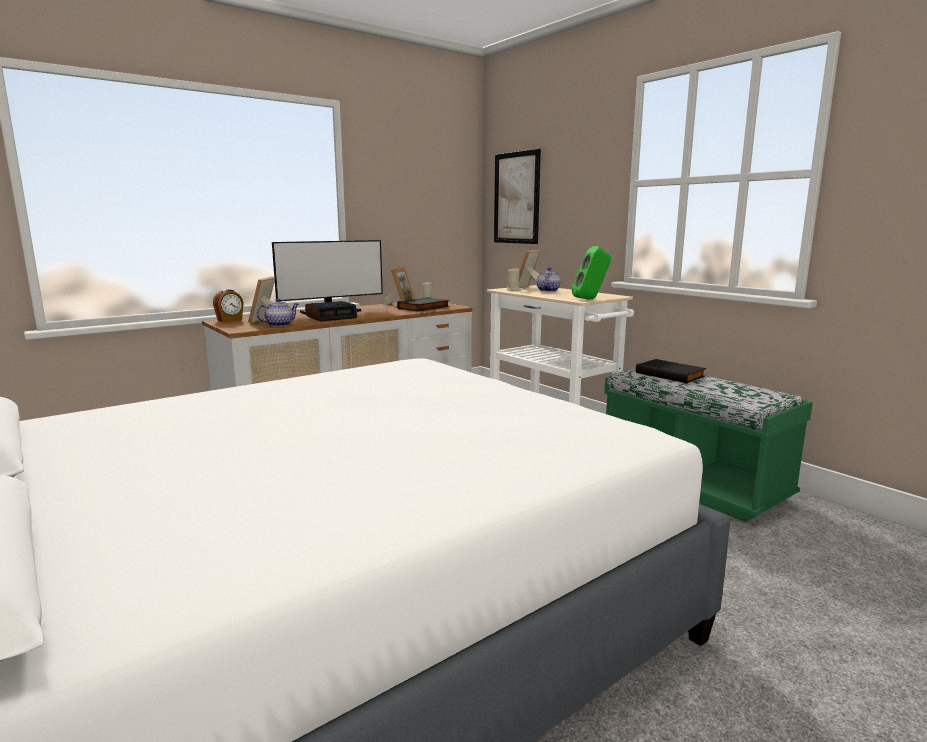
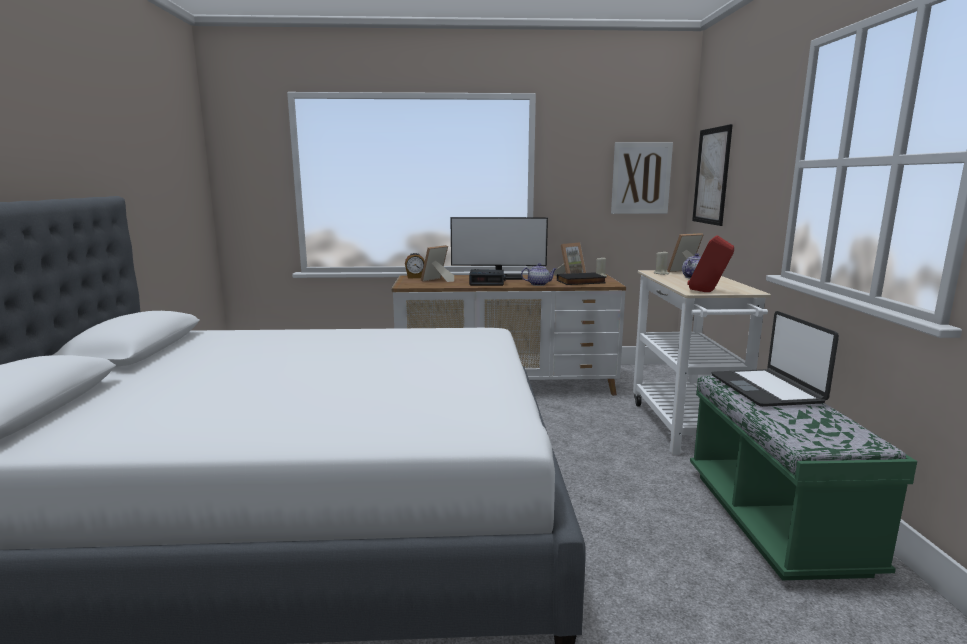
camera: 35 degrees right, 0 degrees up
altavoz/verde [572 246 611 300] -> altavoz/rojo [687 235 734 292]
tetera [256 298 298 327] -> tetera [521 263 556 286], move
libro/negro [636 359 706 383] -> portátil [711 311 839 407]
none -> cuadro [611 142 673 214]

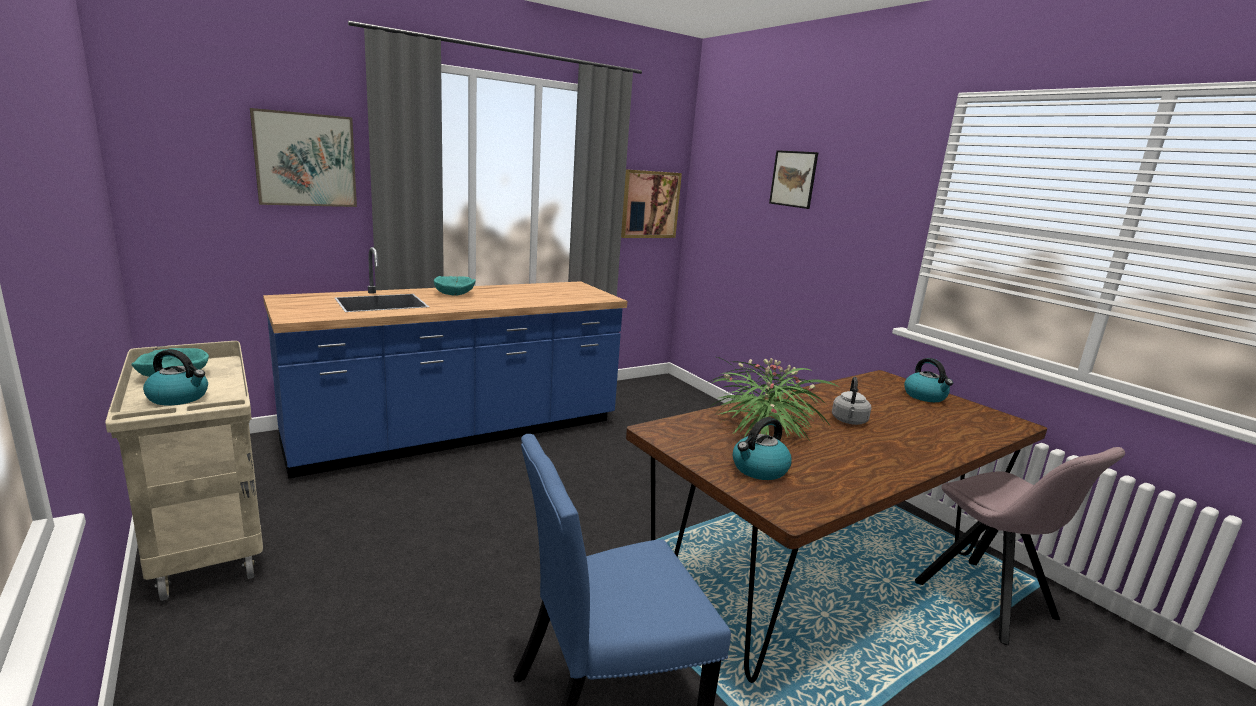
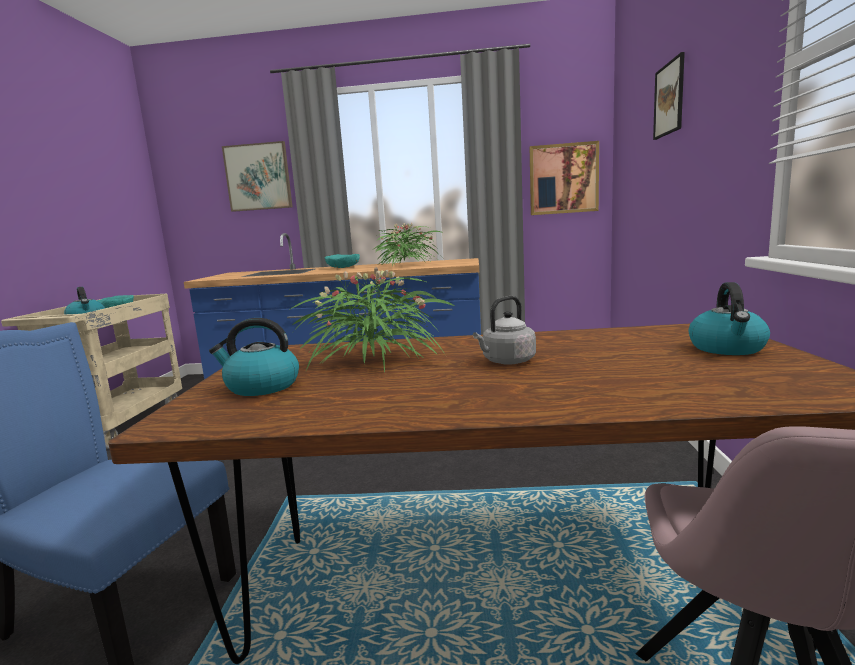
camera: 40 degrees right, 5 degrees down
none -> planta en maceta [374 223 443 267]

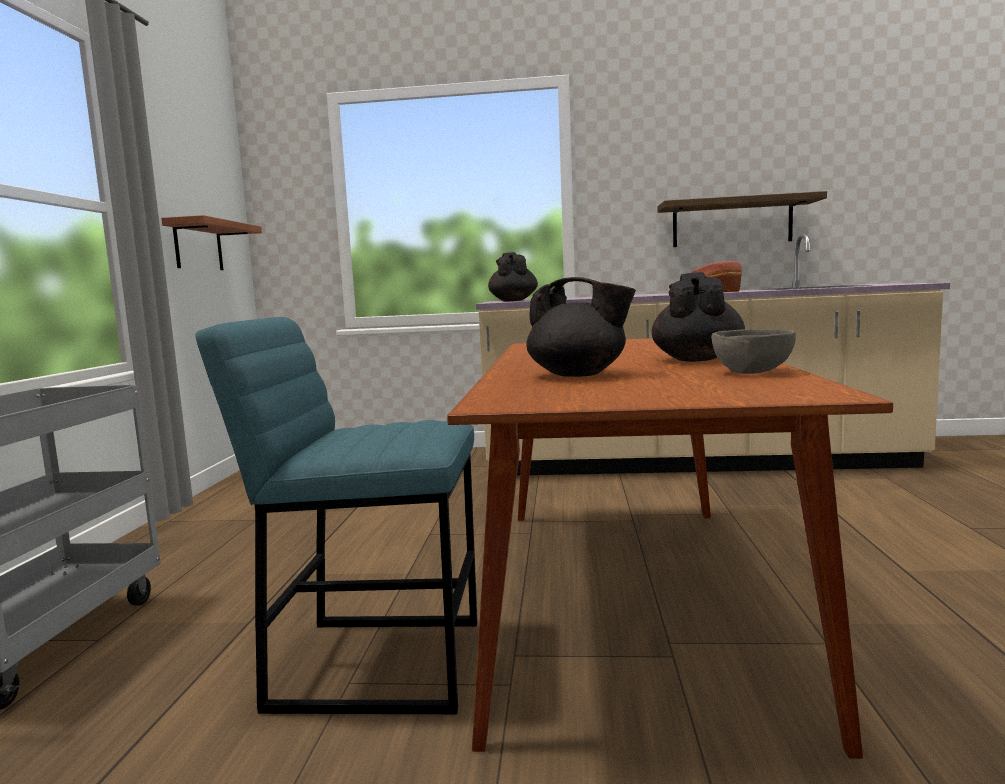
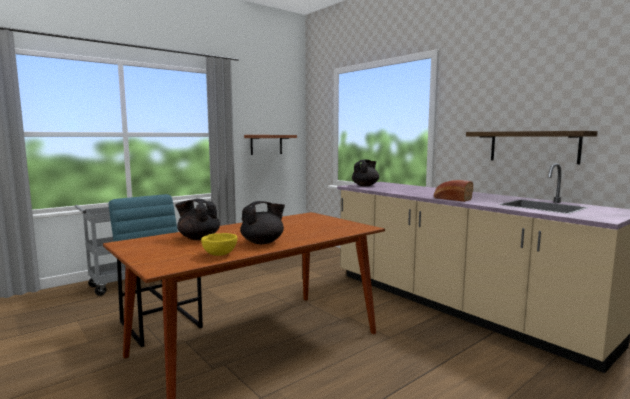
camera: 45 degrees right, 0 degrees up
tetera/negro [526 277 636 377] -> tetera/negro [175 198 220 240], 135 degrees clockwise
cuenco/gris [711 329 796 374] -> cuenco/amarillo [201 233 237 256]

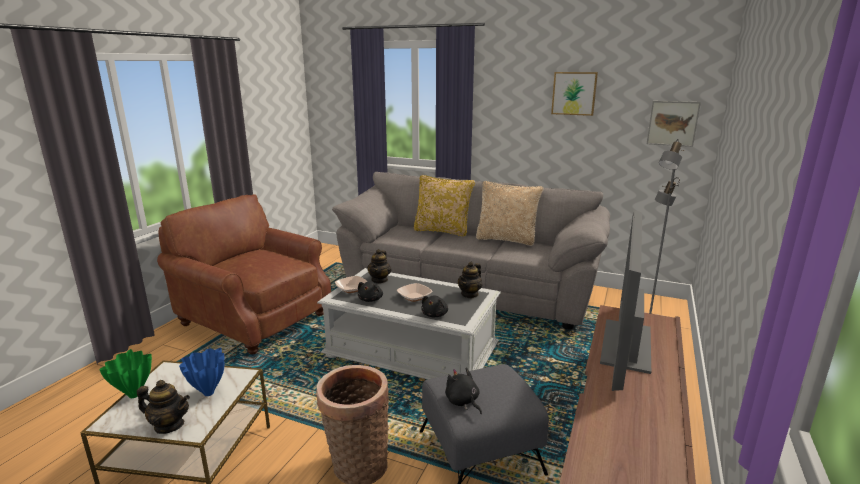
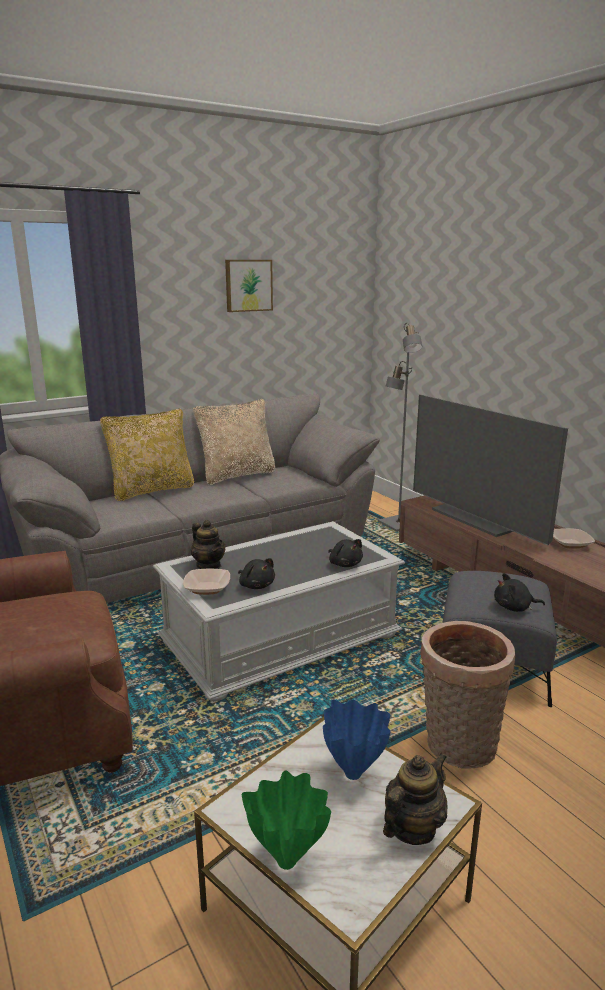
camera: 55 degrees left, 0 degrees up
cuadro [647 101 701 147] -> none
tetera [458 262 482 298] -> none
cuenco [397 283 433 302] -> cuenco [553 528 595 549], move

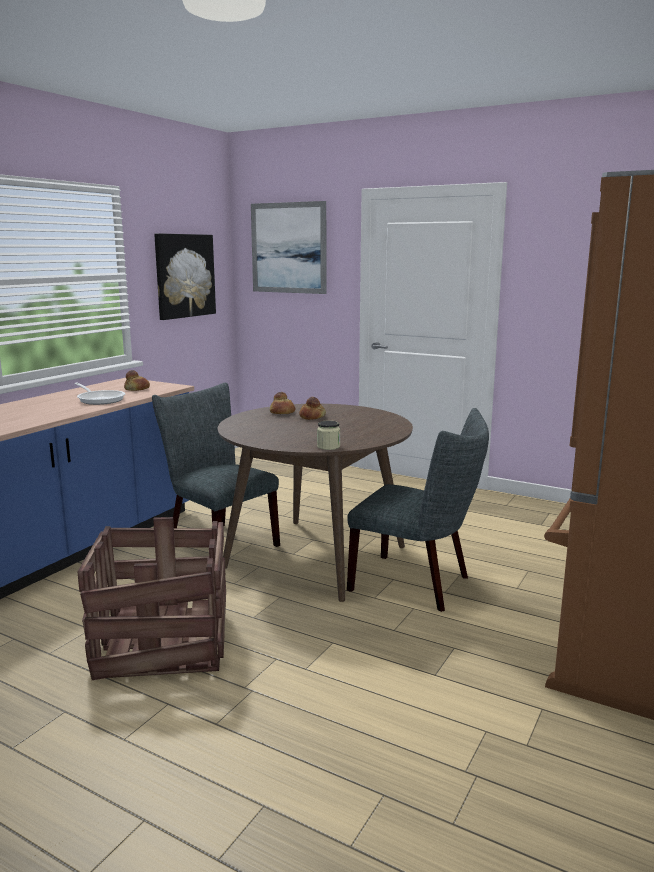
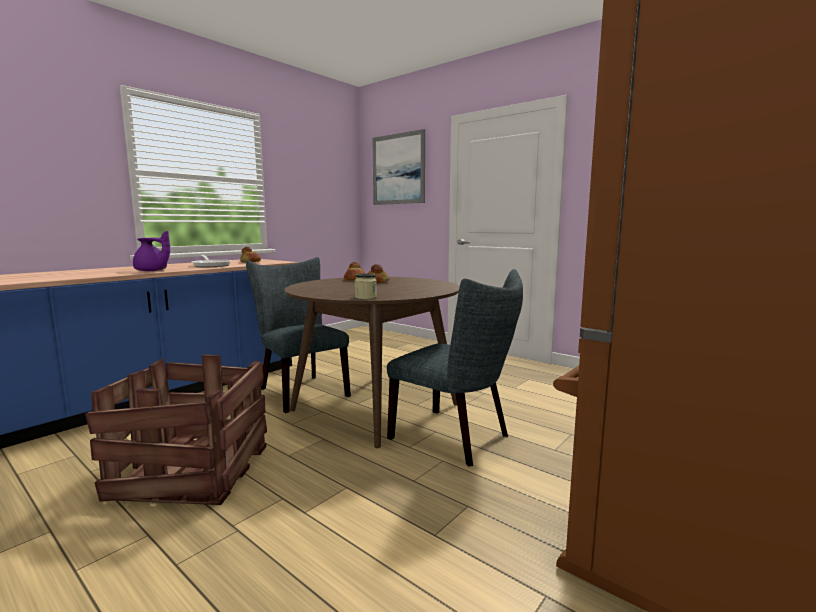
camera: 10 degrees right, 5 degrees down
cuadro [154 233 216 320] -> none
none -> tetera/morado [133 231 170 271]

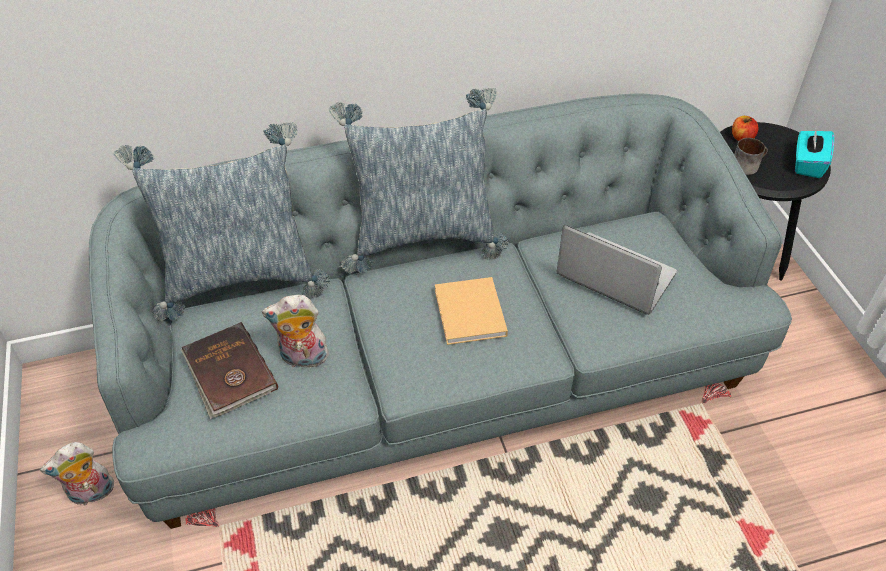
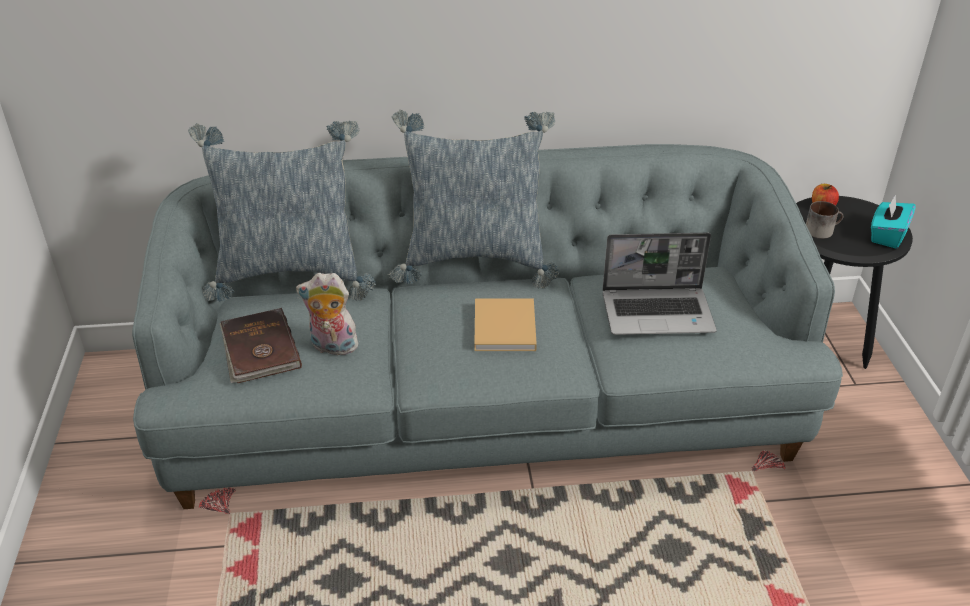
camera: 10 degrees right, 10 degrees down
portátil [556 225 677 315] -> portátil [602 233 717 335], 135 degrees clockwise
peluche [40 442 114 506] -> none

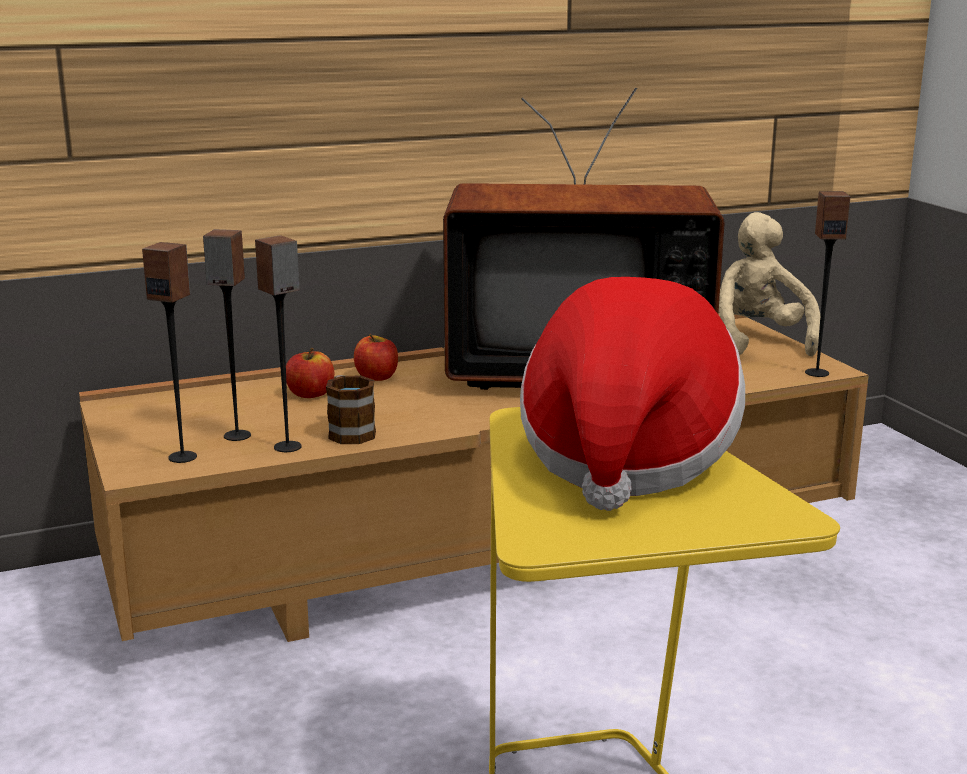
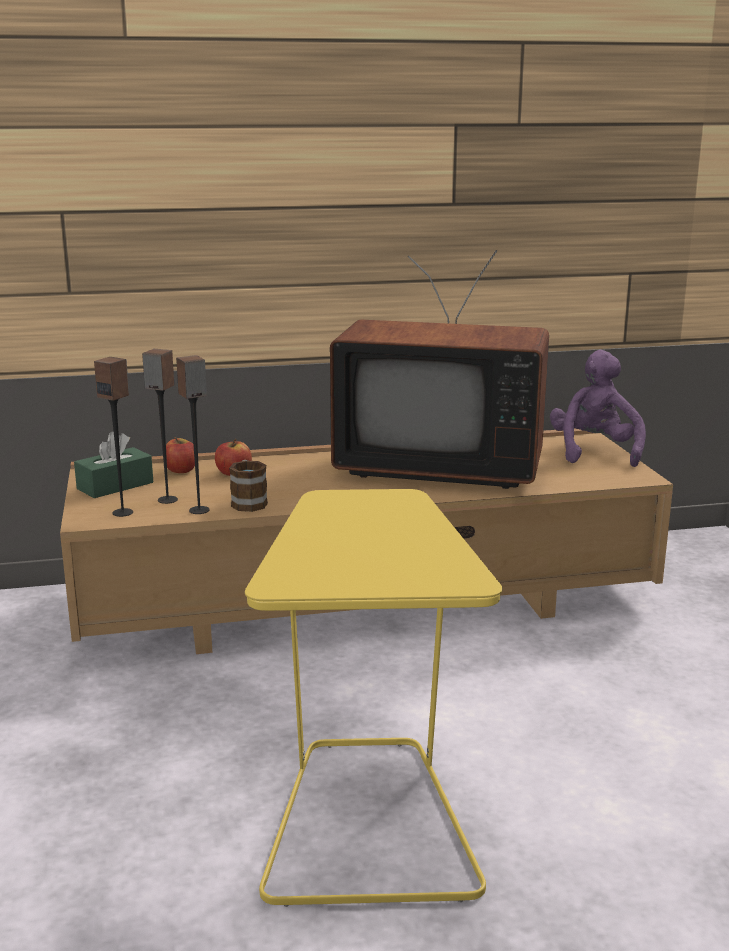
camera: 10 degrees right, 0 degrees up
altavoz [805 191 850 377] -> none
peluche/beis [719 212 820 357] -> peluche/morado [550 350 646 467]
sombrero [520 277 745 511] -> none
manzana [354 334 398 381] -> manzana [166 437 195 473], move
none -> caja de pañuelos/verde [74 431 153 498]

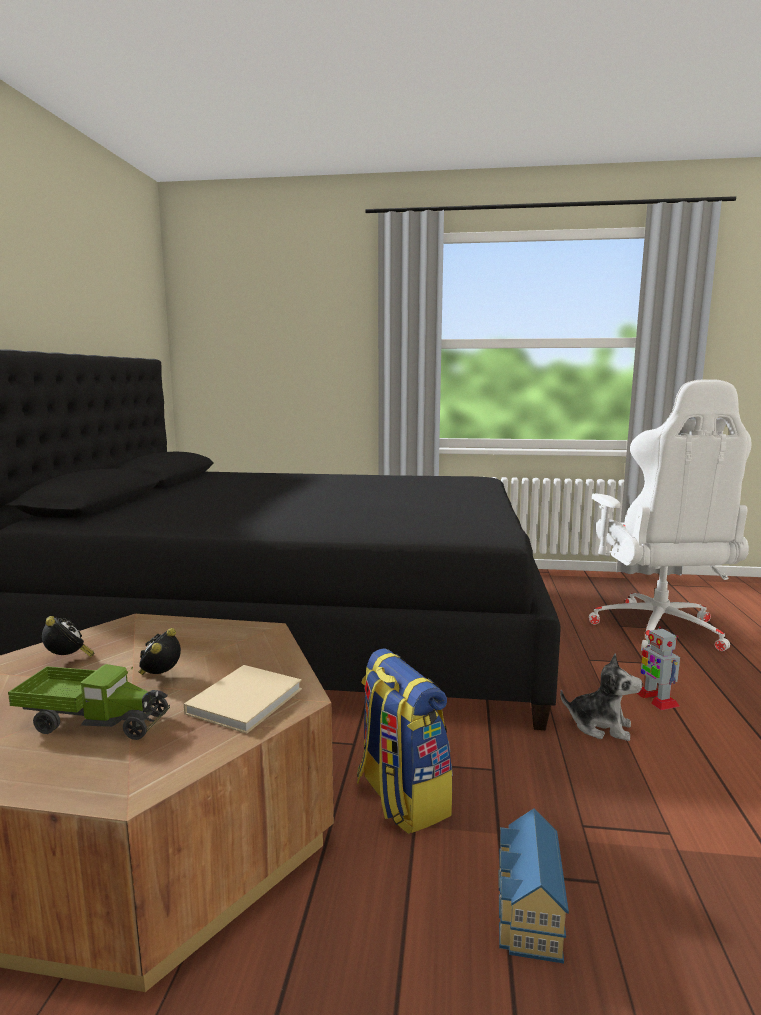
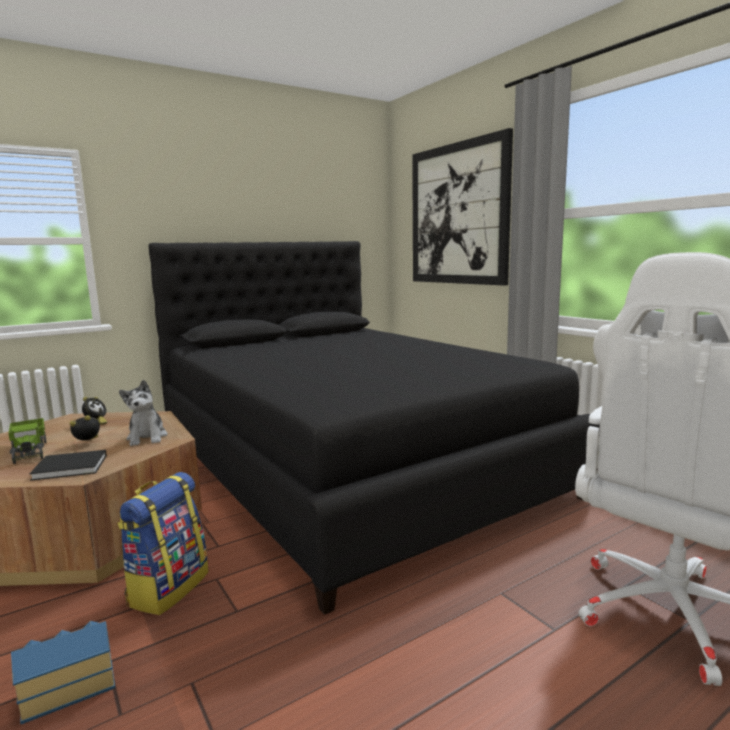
camera: 50 degrees right, 0 degrees up
robot de juguete [637 626 680 710] -> none
peluche [560 653 643 741] -> peluche [119 380 167 446], move
libro/beis [184 665 302 734] -> libro/negro [29 450 107 481]
none -> cuadro [412 128 513 286]

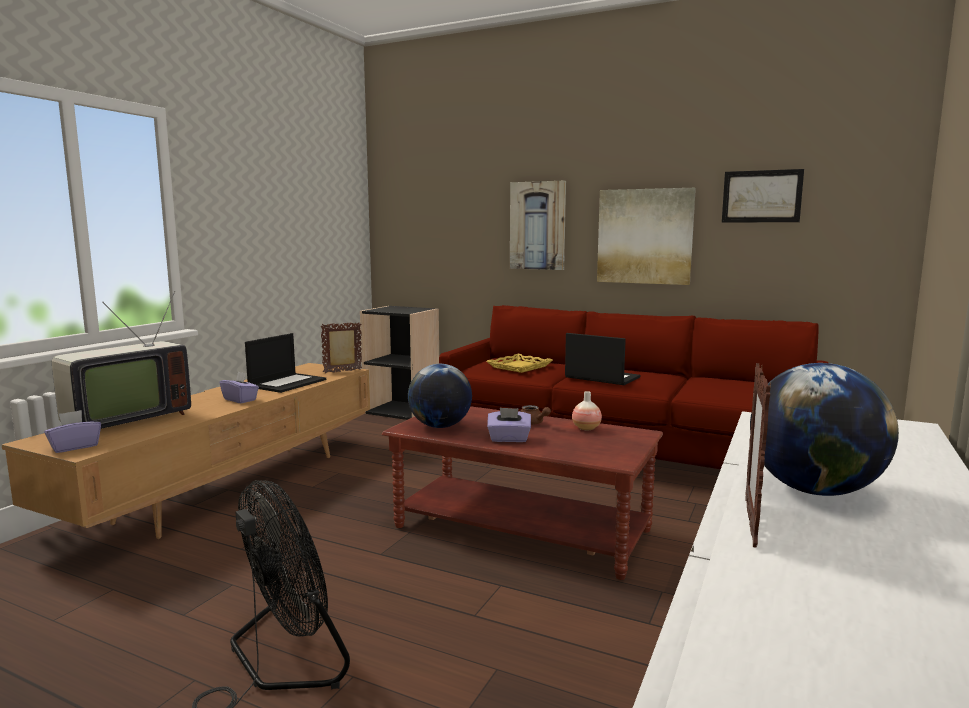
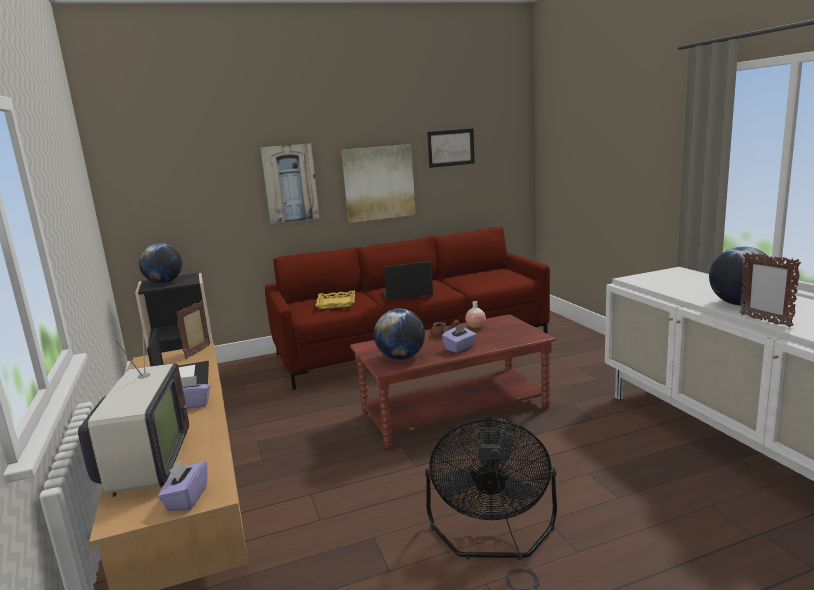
camera: 45 degrees left, 5 degrees up
none -> globo terráqueo [139 243 182 284]

